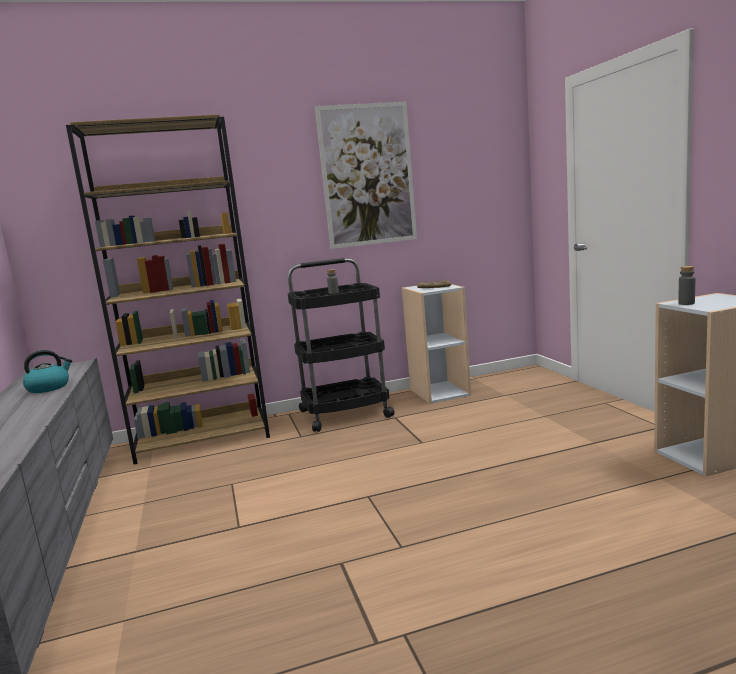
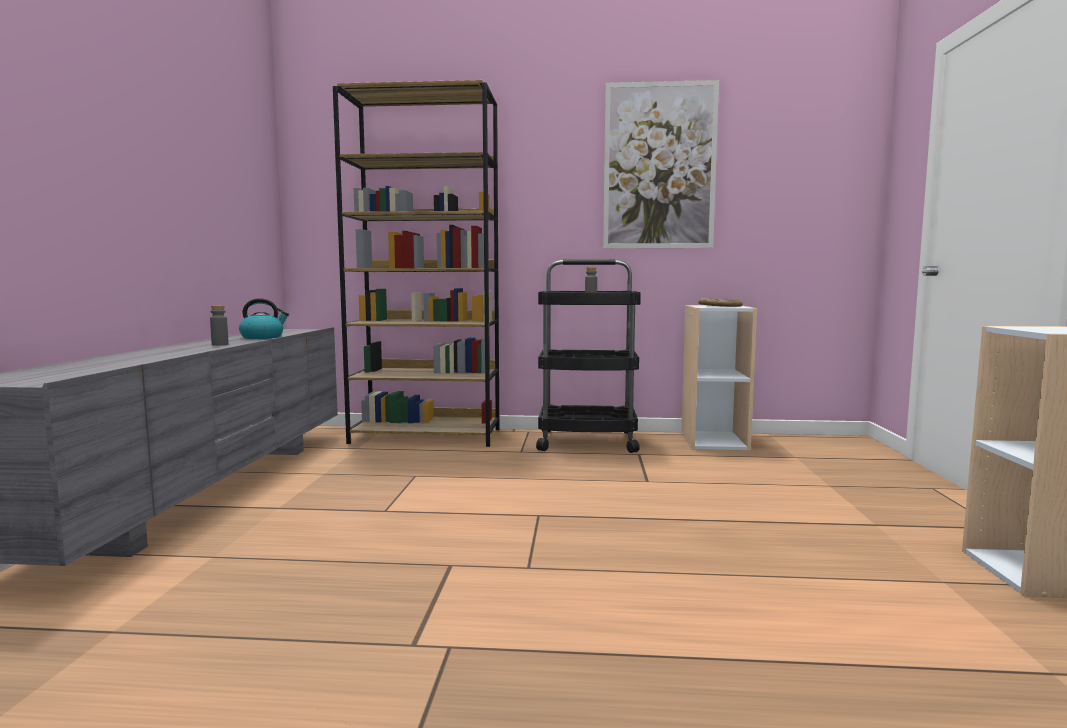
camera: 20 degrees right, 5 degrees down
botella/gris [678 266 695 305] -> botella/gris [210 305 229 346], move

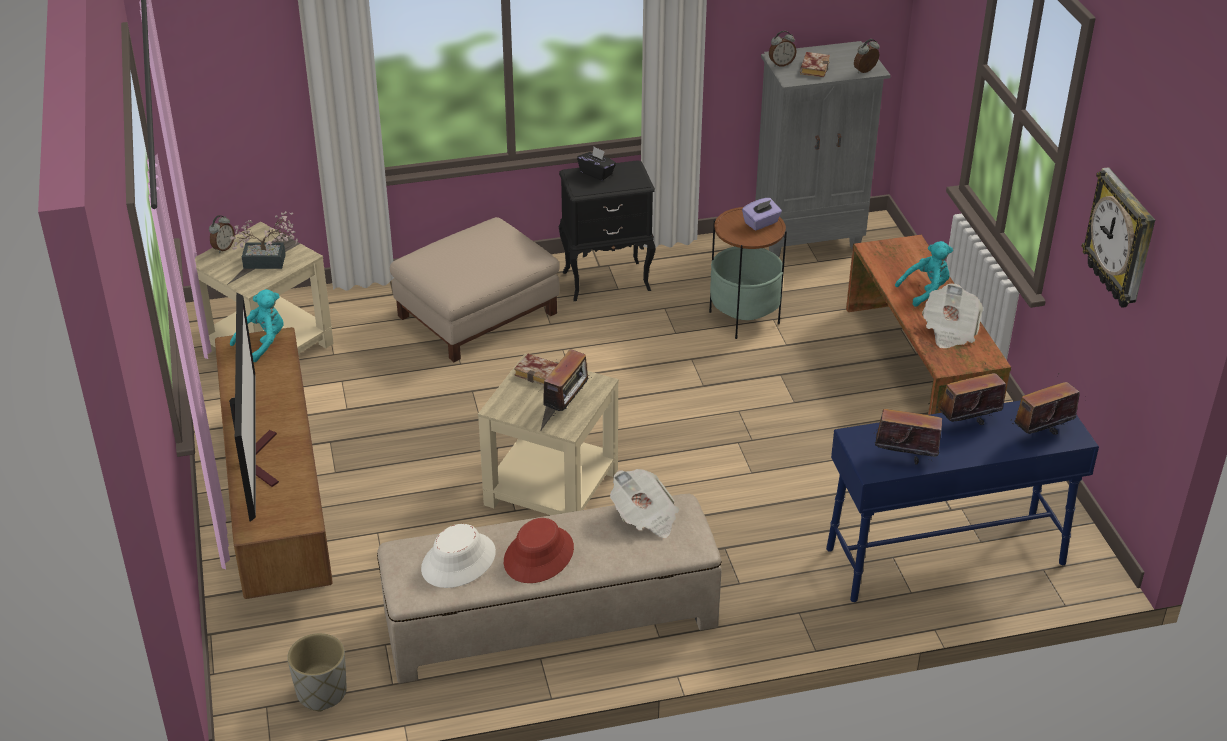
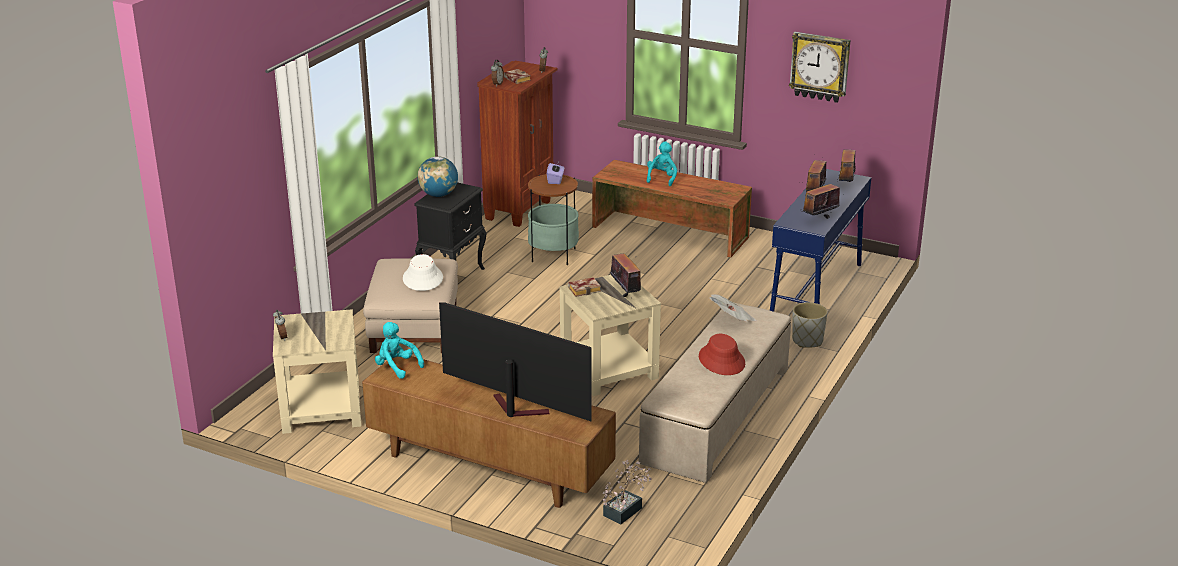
camera: 50 degrees left, 10 degrees down
armario/gris [755 41 891 257] -> armario/marrón [477 61 558 227]
caja de pañuelos/negro [577 147 616 181] -> globo terráqueo [418 156 458 197]
planta en maceta [230 211 298 269] -> planta en maceta [603 460 652 525], move
periódico [922 284 983 348] -> none
peluche/turquesa [230 289 284 362] -> peluche/turquesa [375 322 424 379], 45 degrees counterclockwise
sombrero/blanco [421 524 496 588] -> sombrero/blanco [403 254 443 291], move
maceta/gris [287 633 347 711] -> maceta/gris [792 302 827 348], move

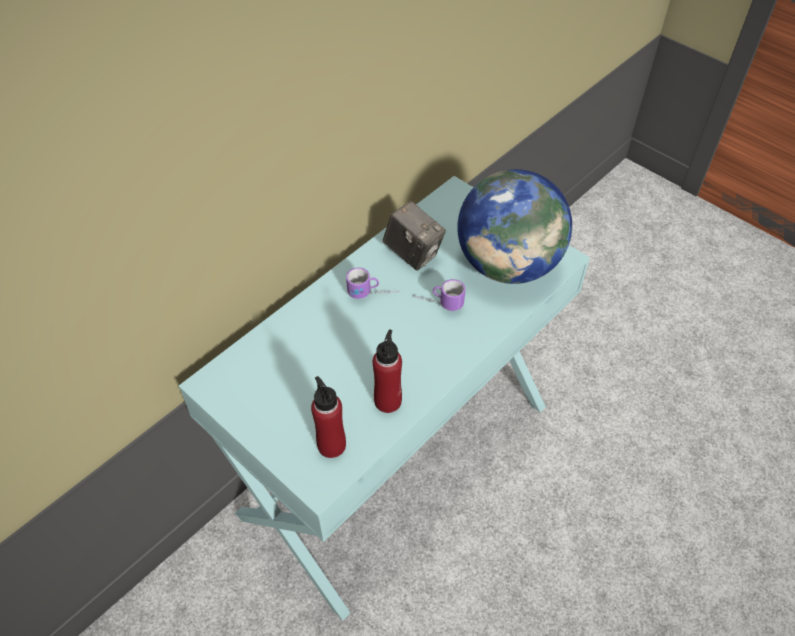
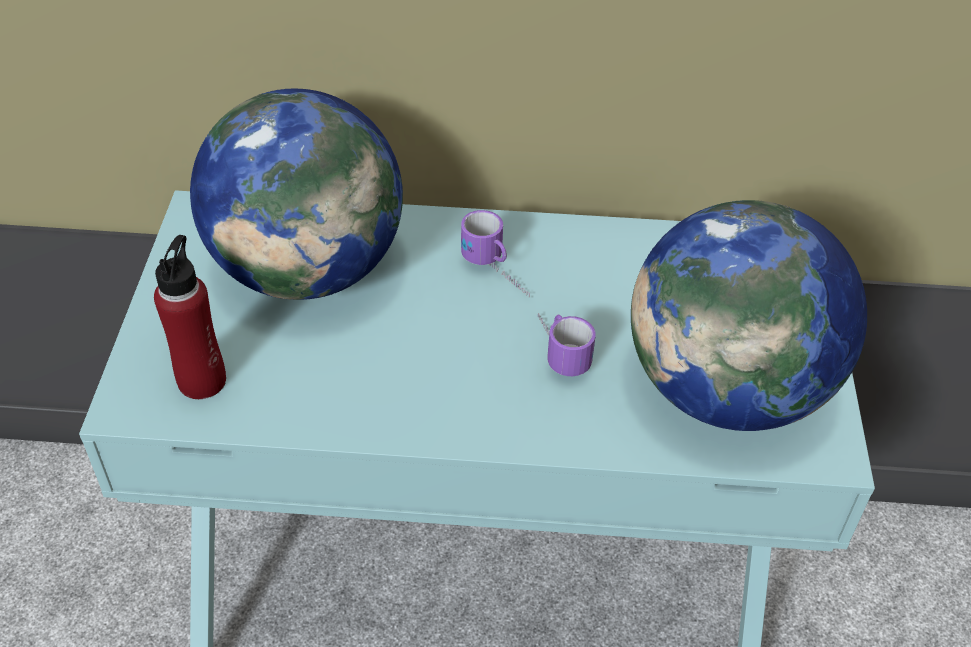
camera: 50 degrees right, 5 degrees down
cámara [383 201 446 270] -> none
botella/rojo [373 329 402 413] -> none
none -> globo terráqueo [190 89 403 300]

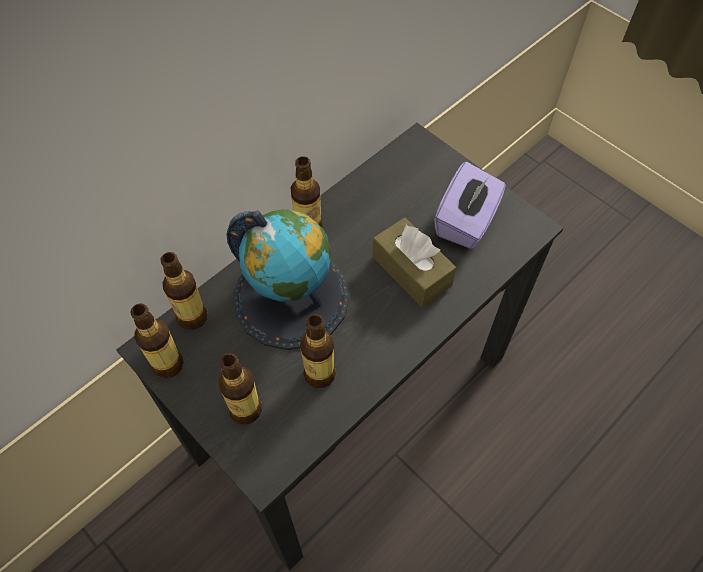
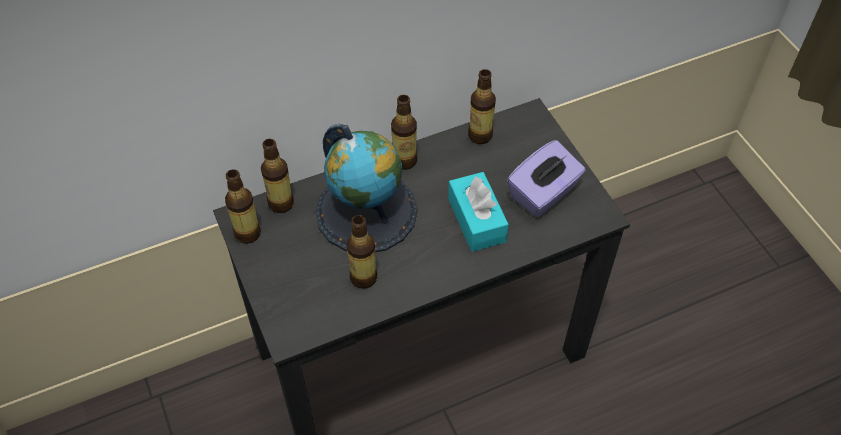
camera: 20 degrees right, 5 degrees down
caja de pañuelos/marrón [372 217 456 307] -> caja de pañuelos/turquesa [448 172 509 252]
botella [218 353 262 424] -> botella [468 69 496 144], move

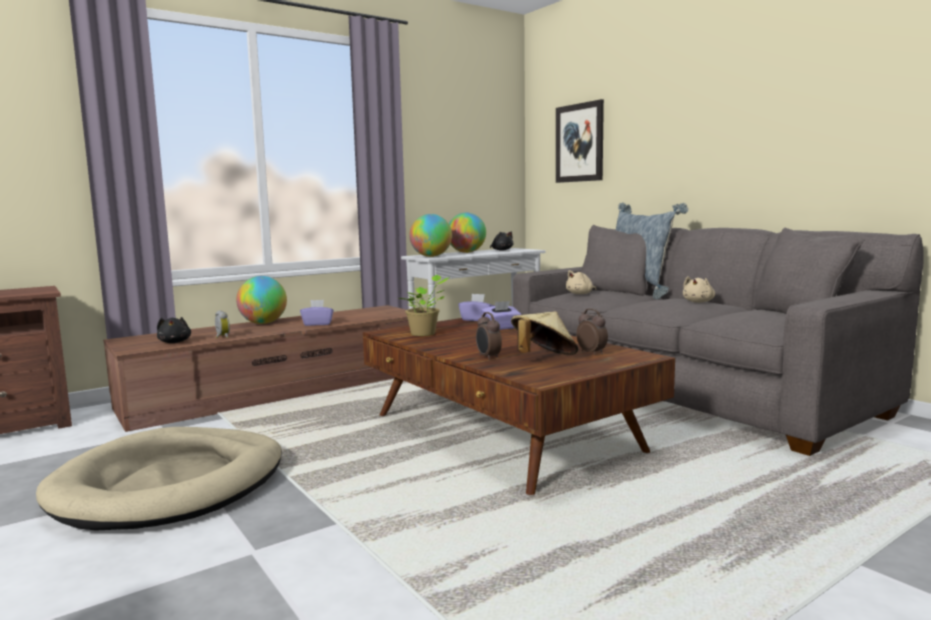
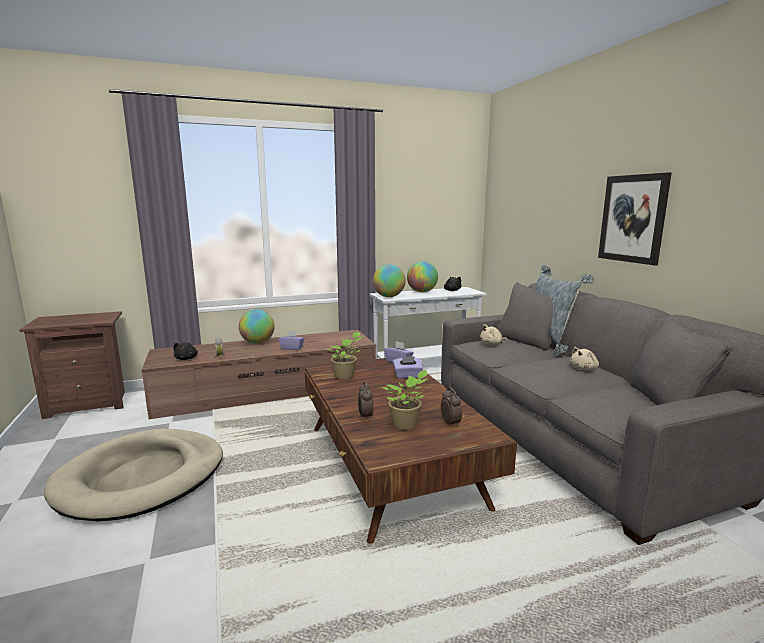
camera: 15 degrees right, 5 degrees up
cuadro [556 99 604 183] -> cuadro [598 172 672 265], move
sombrero/beis [511 311 578 355] -> planta en maceta [381 370 429 430]

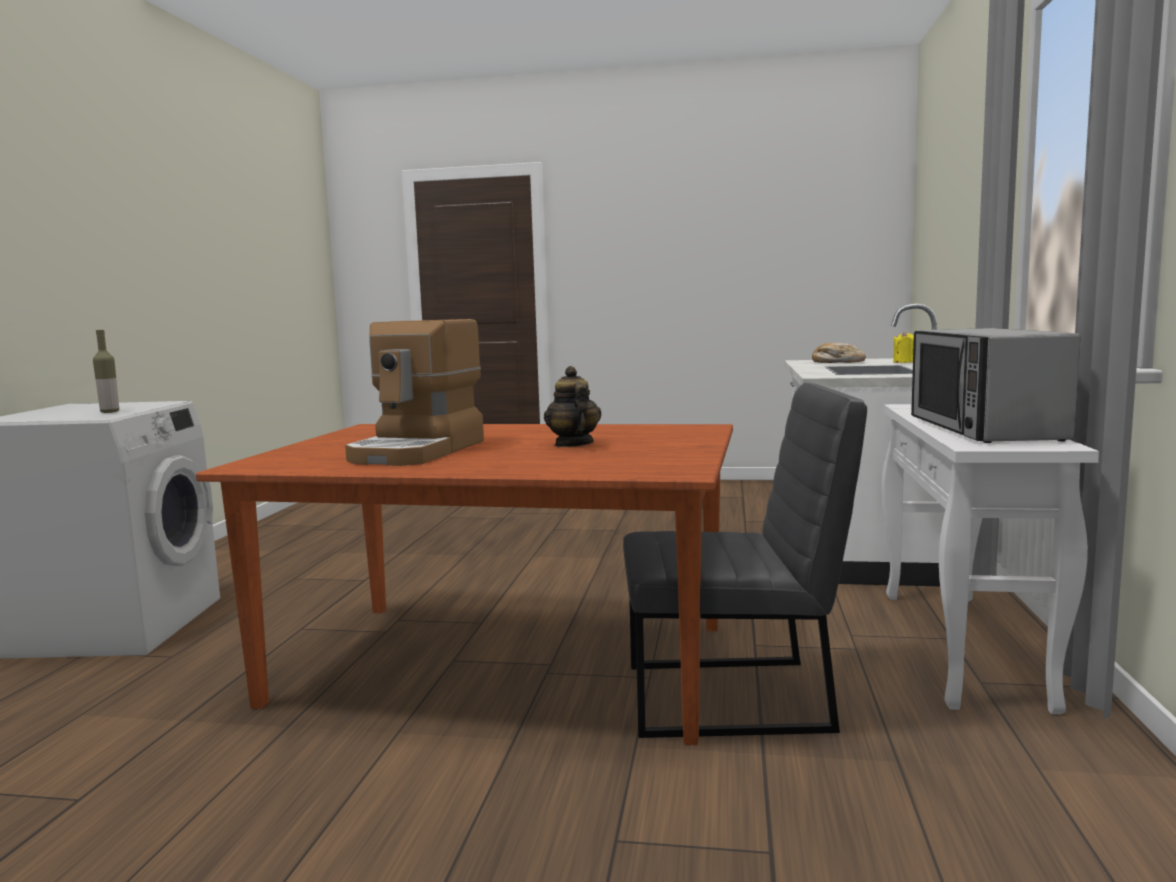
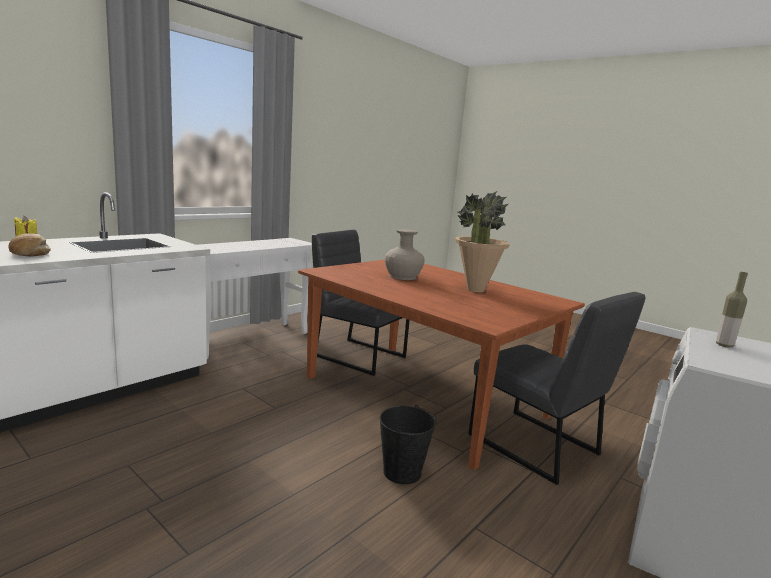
camera: 150 degrees left, 5 degrees up
cafetera [345 319 484 466] -> planta en maceta [455 191 510 292]
microondas [911 328 1081 443] -> none
tetera [544 366 601 447] -> florero/beis [385 229 425 280]
none -> silla/gris [468 292 646 485]
none -> cubo/negro [379 405 436 484]

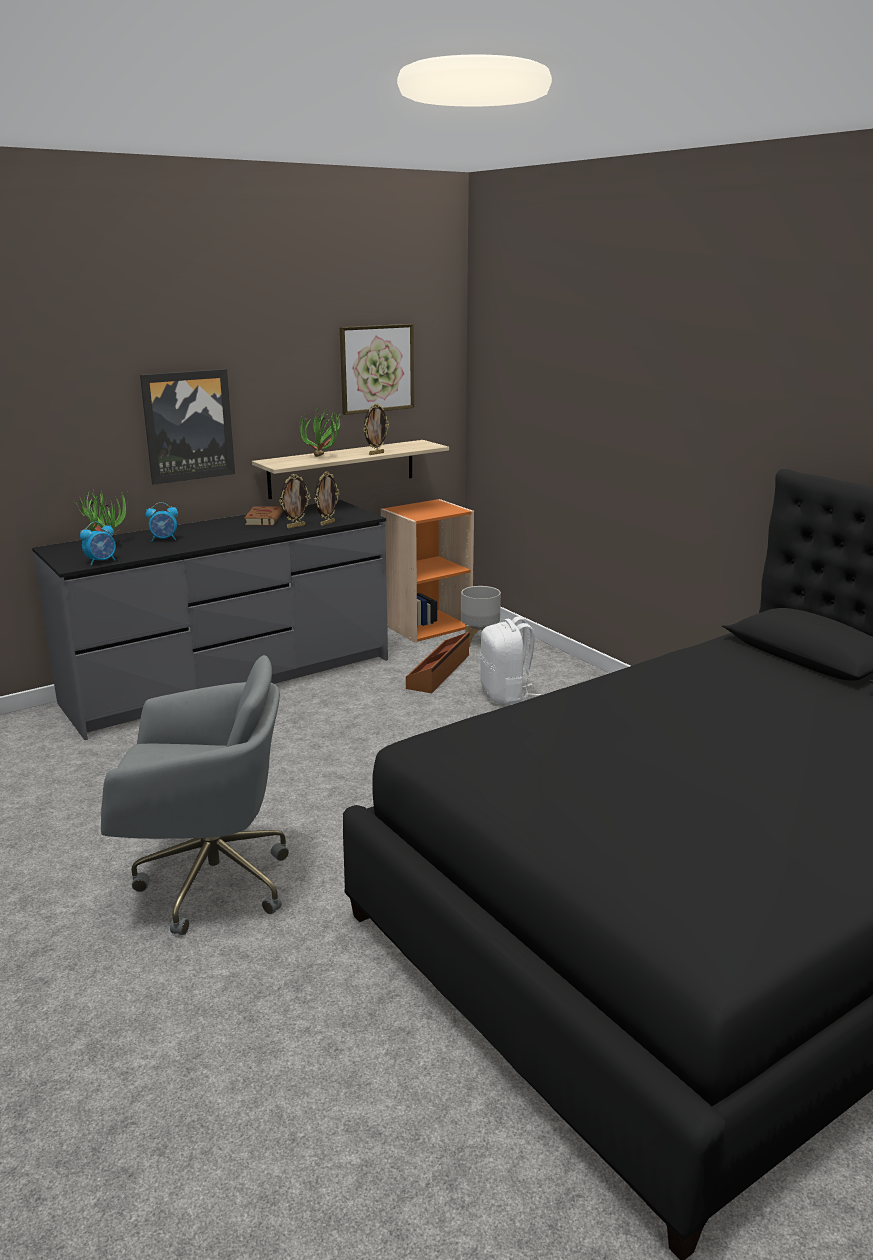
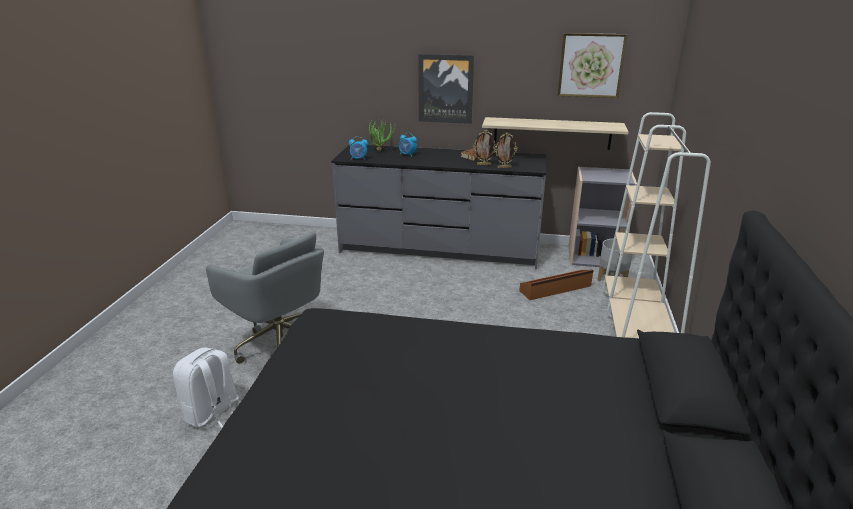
camera: 45 degrees right, 5 degrees up
portarretratos [363 403 389 455] -> none
planta en maceta [299 405 342 457] -> none
estantería/naranja [381 499 474 642] -> estantería/gris [568 167 637 267]
mochila/blanco [480 616 541 705] -> mochila/blanco [173 347 239 428], move
none -> perchero/beis [603 112 711 338]

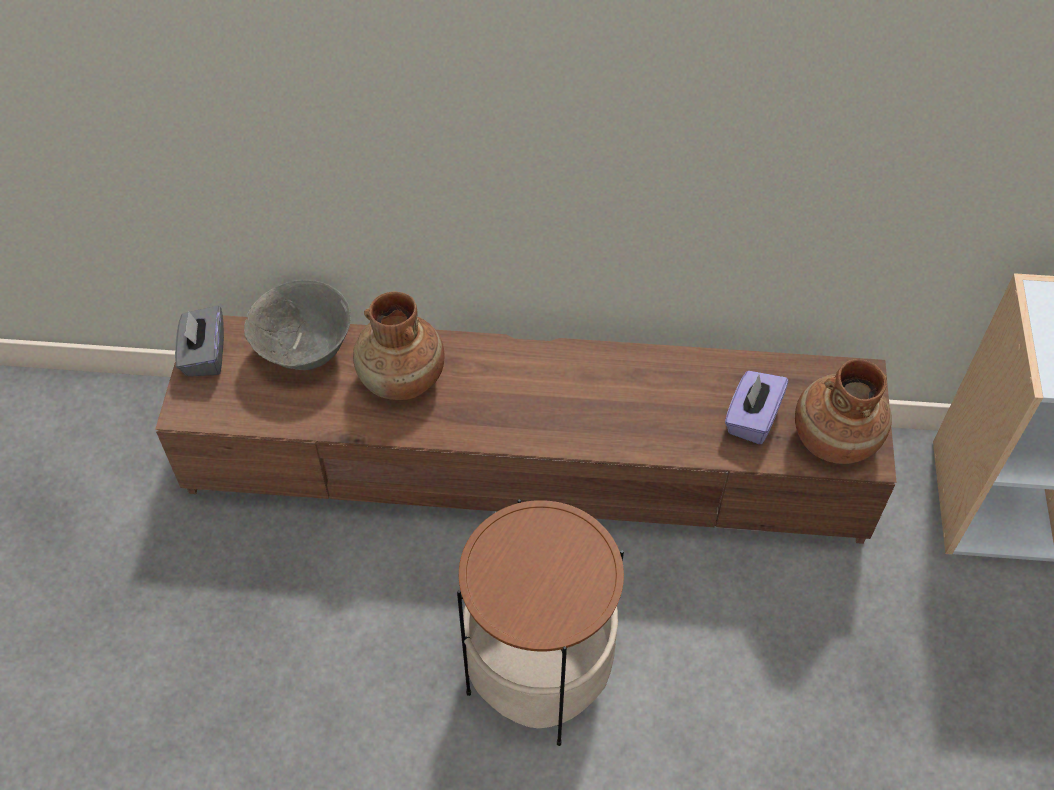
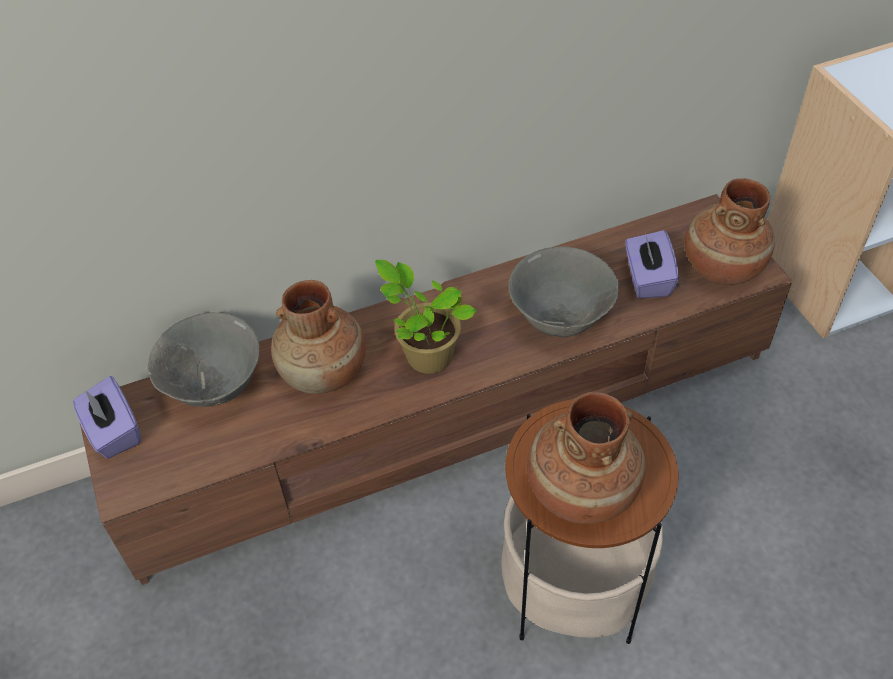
camera: 25 degrees left, 5 degrees down
caja de pañuelos/gris [175 306 224 377] -> caja de pañuelos/morado [73 376 141 458]
none -> cuenco/gris [509 247 619 337]
none -> planta en maceta [375 260 477 374]
none -> florero/marrón [527 392 646 524]

